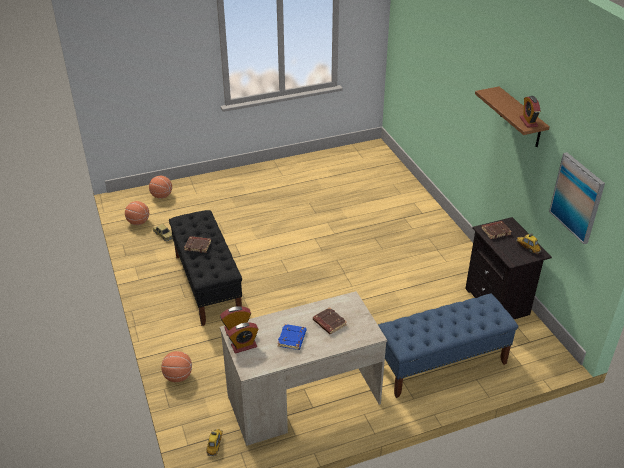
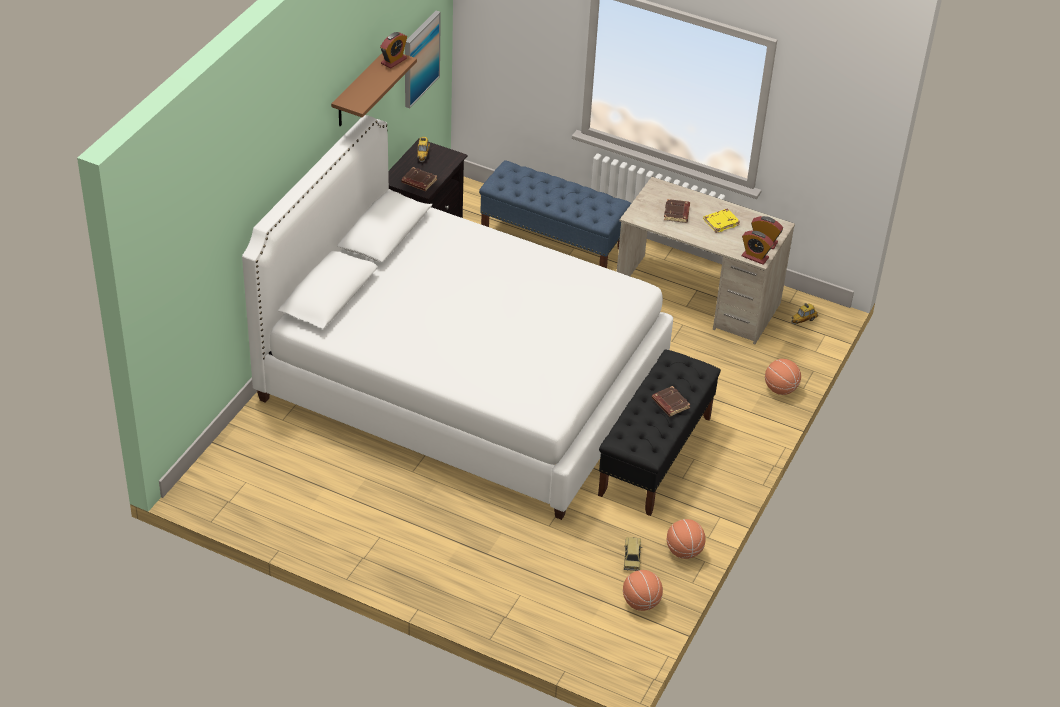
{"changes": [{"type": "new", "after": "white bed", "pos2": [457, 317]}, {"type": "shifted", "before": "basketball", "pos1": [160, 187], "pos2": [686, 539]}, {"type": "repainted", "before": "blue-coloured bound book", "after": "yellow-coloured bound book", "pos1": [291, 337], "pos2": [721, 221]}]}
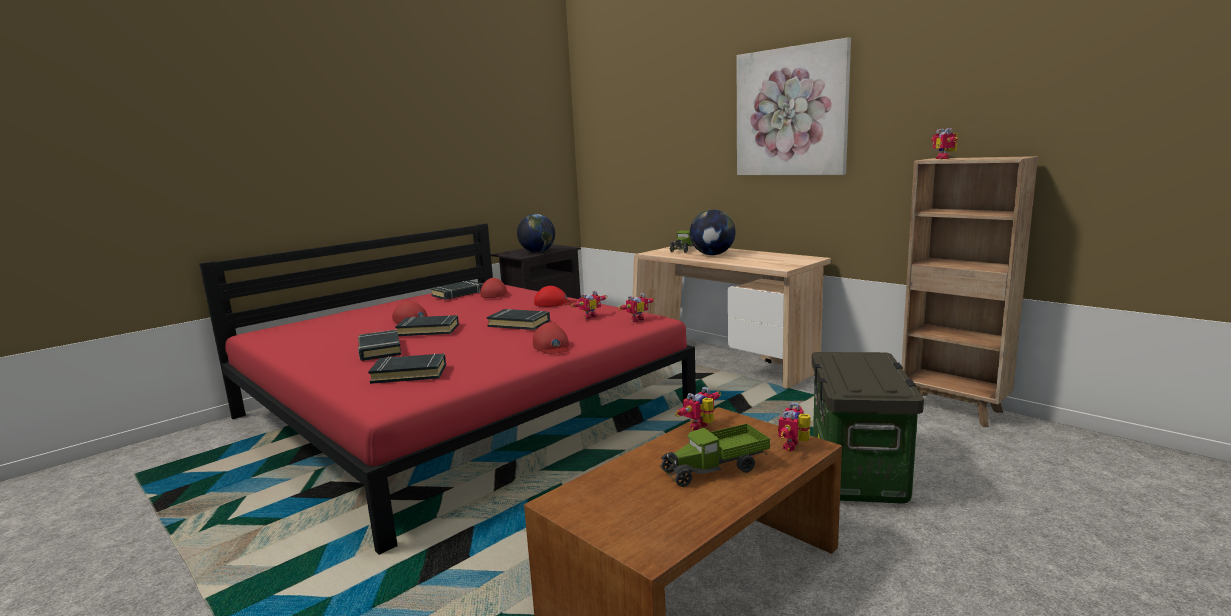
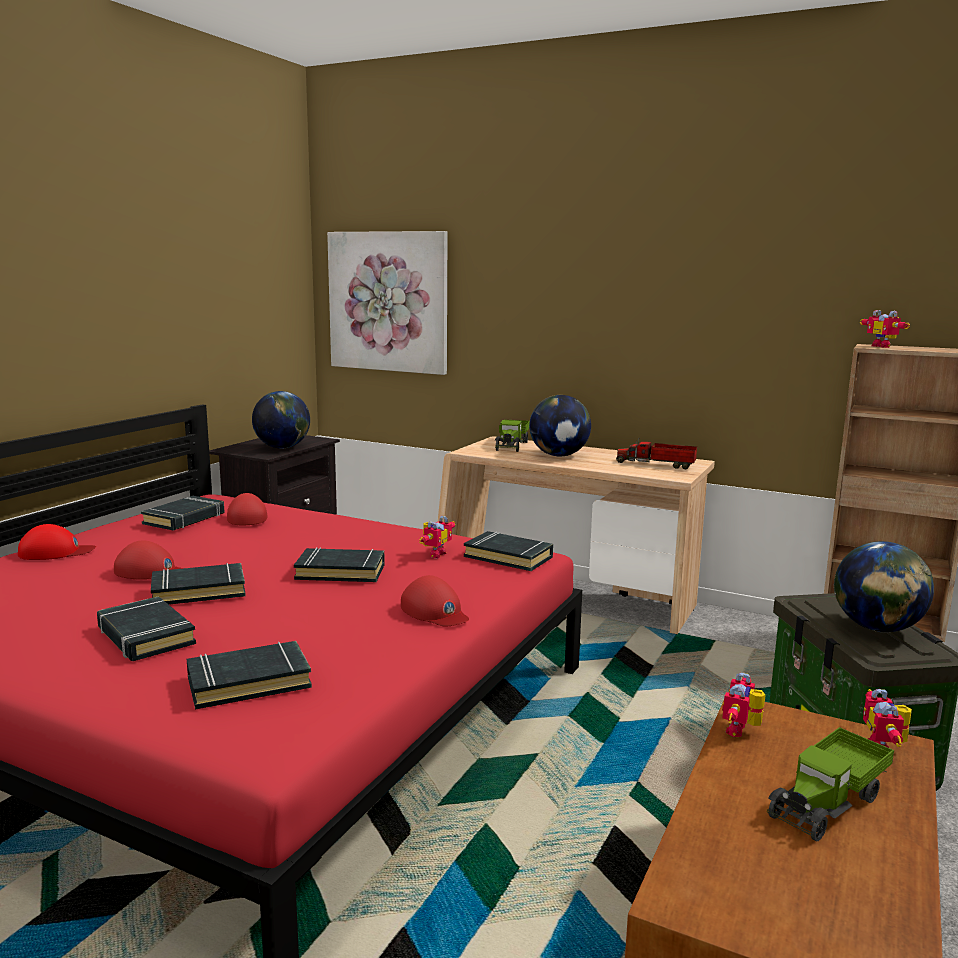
{"changes": [{"type": "shifted", "before": "red cap", "pos1": [555, 296], "pos2": [57, 542]}, {"type": "shifted", "before": "wall art", "pos1": [794, 106], "pos2": [387, 303]}, {"type": "swapped", "before": "toy robot", "after": "black-coloured bound book", "pos1": [636, 307], "pos2": [508, 551]}, {"type": "new", "after": "model truck", "pos2": [656, 454]}, {"type": "new", "after": "desk globe", "pos2": [884, 586]}]}
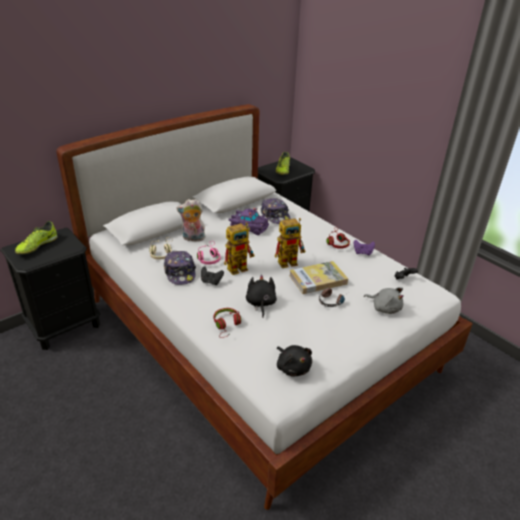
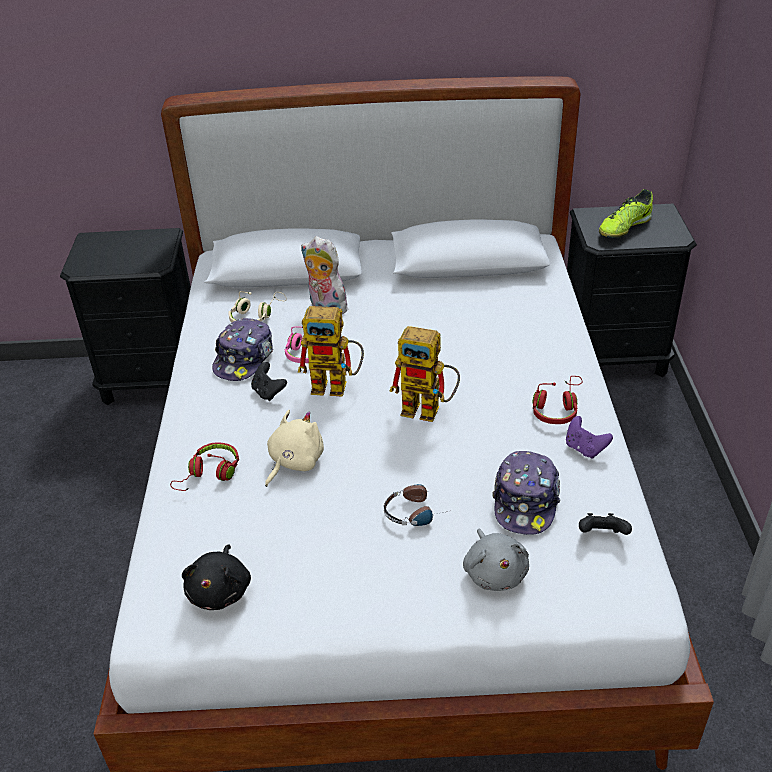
{"changes": [{"type": "repainted", "before": "black-coloured cuddly toy", "after": "sand-coloured cuddly toy", "pos1": [261, 296], "pos2": [294, 448]}, {"type": "shifted", "before": "cap", "pos1": [275, 211], "pos2": [526, 493]}, {"type": "gone", "before": "item of footwear", "pos1": [36, 238]}, {"type": "gone", "before": "purplish model car", "pos1": [249, 221]}, {"type": "gone", "before": "bound book", "pos1": [318, 277]}]}
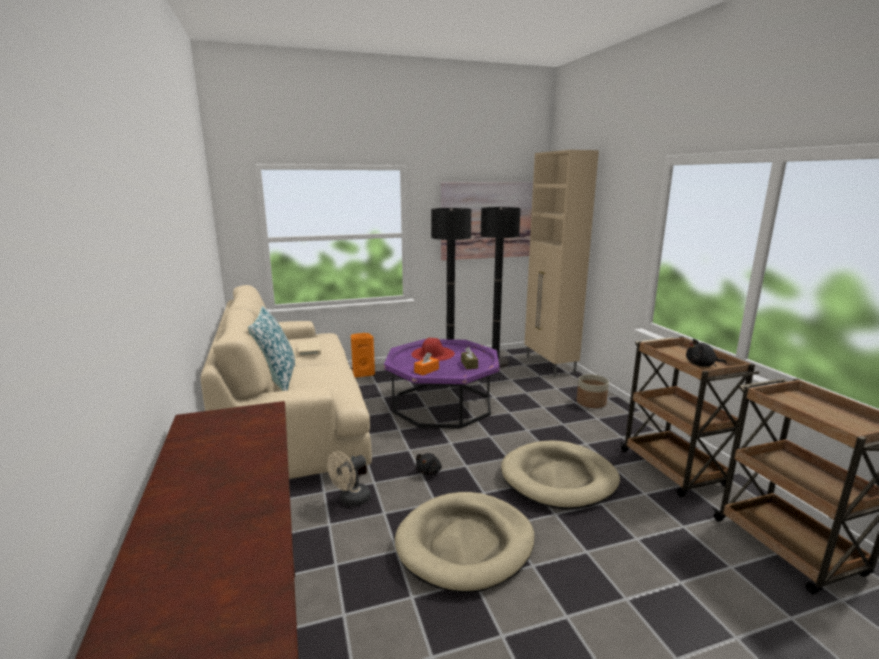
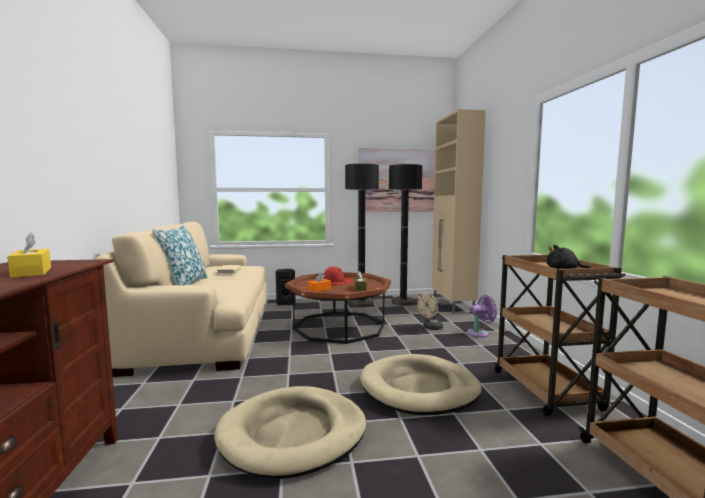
{"changes": [{"type": "new", "after": "yellow-coloured tissue holder", "pos2": [29, 255]}, {"type": "repainted", "before": "orangey loudspeaker", "after": "black-coloured loudspeaker", "pos1": [363, 355], "pos2": [286, 287]}, {"type": "repainted", "before": "purplish coffee table", "after": "brownish coffee table", "pos1": [441, 383], "pos2": [338, 308]}, {"type": "shifted", "before": "sand-coloured electric fan", "pos1": [348, 479], "pos2": [430, 311]}, {"type": "swapped", "before": "flower pot", "after": "purplish electric fan", "pos1": [593, 391], "pos2": [482, 316]}, {"type": "gone", "before": "black-coloured cuddly toy", "pos1": [429, 464]}]}
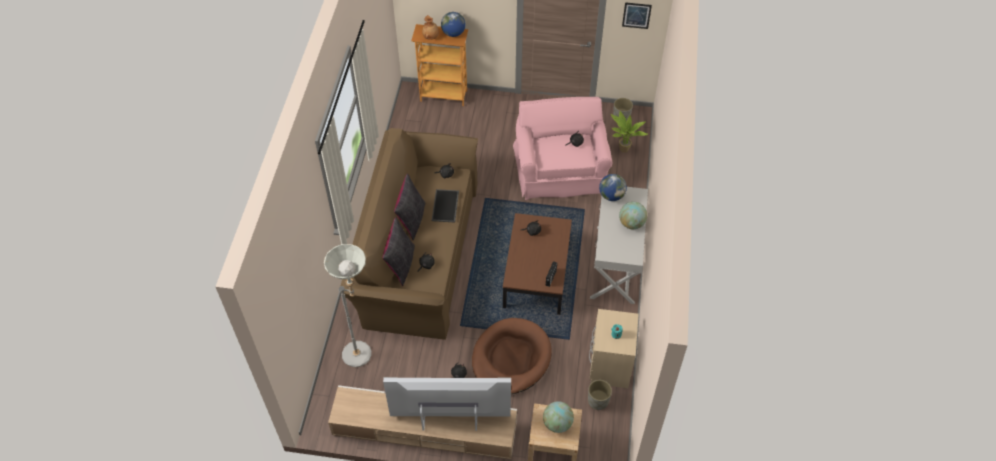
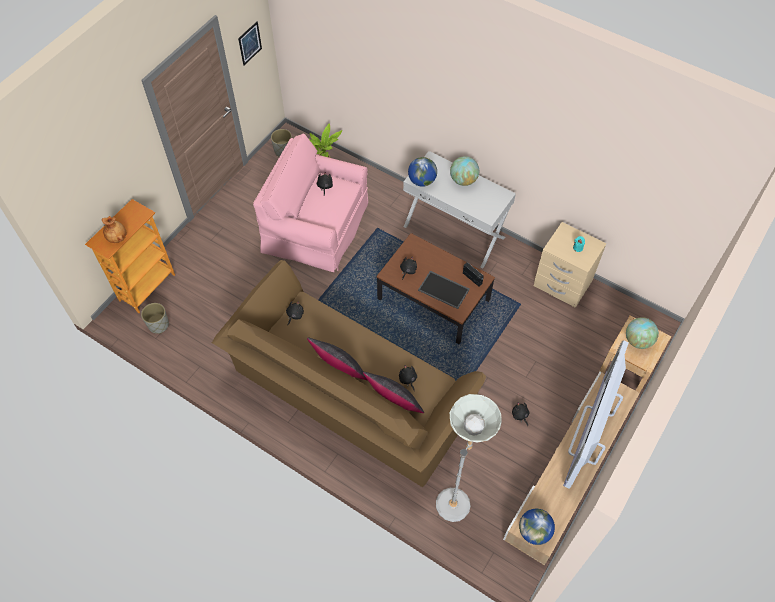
{"changes": [{"type": "shifted", "before": "greyish flower pot", "pos1": [600, 395], "pos2": [155, 318]}, {"type": "shifted", "before": "tray", "pos1": [445, 206], "pos2": [444, 290]}, {"type": "shifted", "before": "desk globe", "pos1": [453, 24], "pos2": [537, 527]}, {"type": "gone", "before": "brownish dog cushion", "pos1": [511, 356]}]}
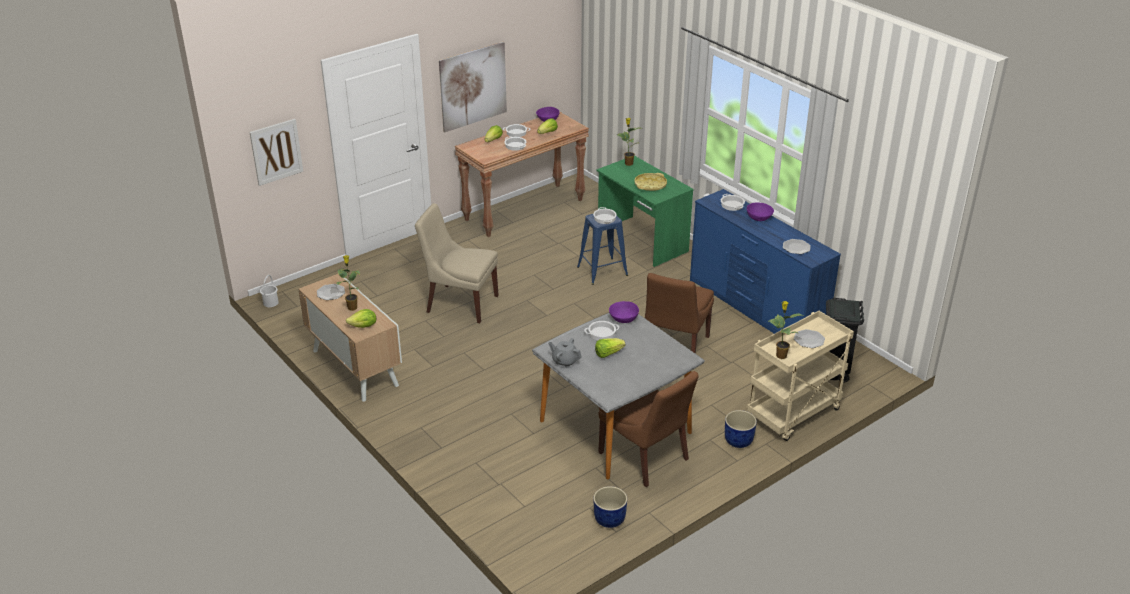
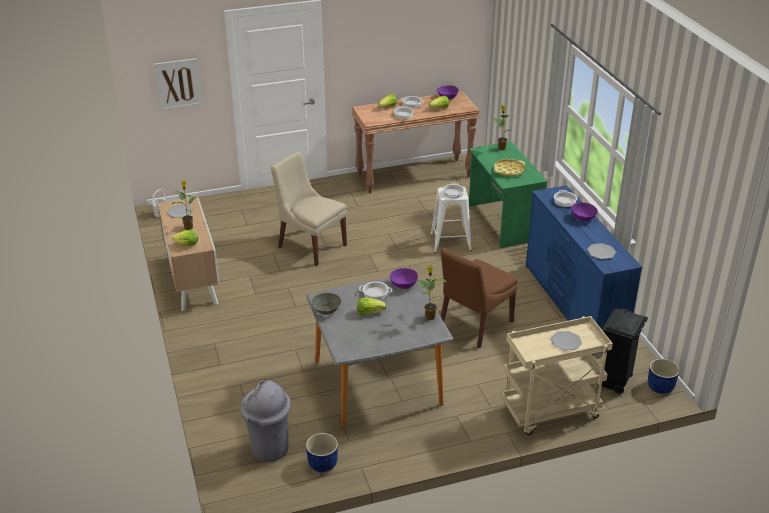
{"changes": [{"type": "new", "after": "greyish waste bin", "pos2": [265, 421]}, {"type": "swapped", "before": "greyish pot for tea", "after": "greyish serving bowl", "pos1": [565, 353], "pos2": [326, 304]}, {"type": "shifted", "before": "houseplant", "pos1": [786, 330], "pos2": [431, 292]}, {"type": "repainted", "before": "blue-coloured stool seat", "after": "white stool seat", "pos1": [602, 249], "pos2": [451, 220]}, {"type": "shifted", "before": "blue-coloured flower pot", "pos1": [741, 429], "pos2": [664, 376]}, {"type": "gone", "before": "wall art", "pos1": [473, 87]}, {"type": "gone", "before": "brownish plain chair", "pos1": [648, 429]}]}
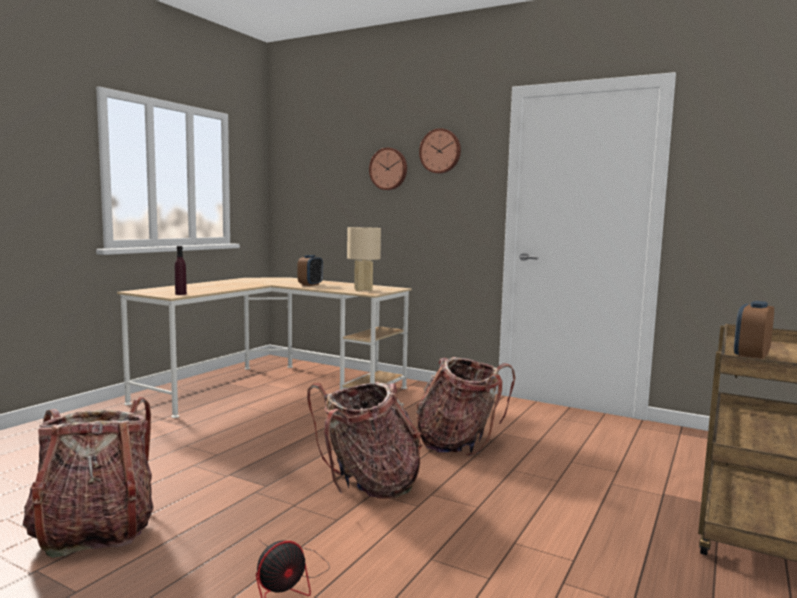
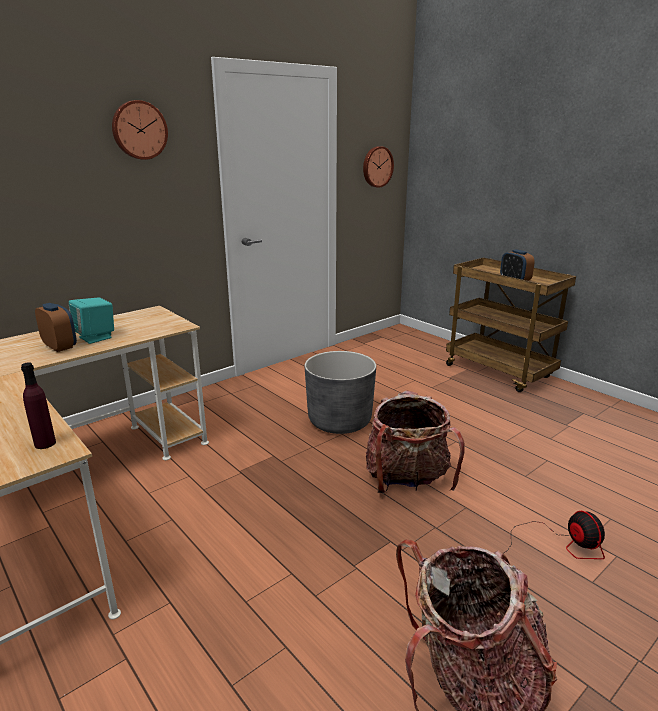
{"changes": [{"type": "new", "after": "blue-green loudspeaker", "pos2": [91, 320]}, {"type": "swapped", "before": "knapsack", "after": "greyish flower pot", "pos1": [466, 406], "pos2": [340, 392]}, {"type": "shifted", "before": "hanging clock", "pos1": [388, 169], "pos2": [378, 167]}, {"type": "gone", "before": "sand-coloured lamp for a table", "pos1": [364, 259]}]}
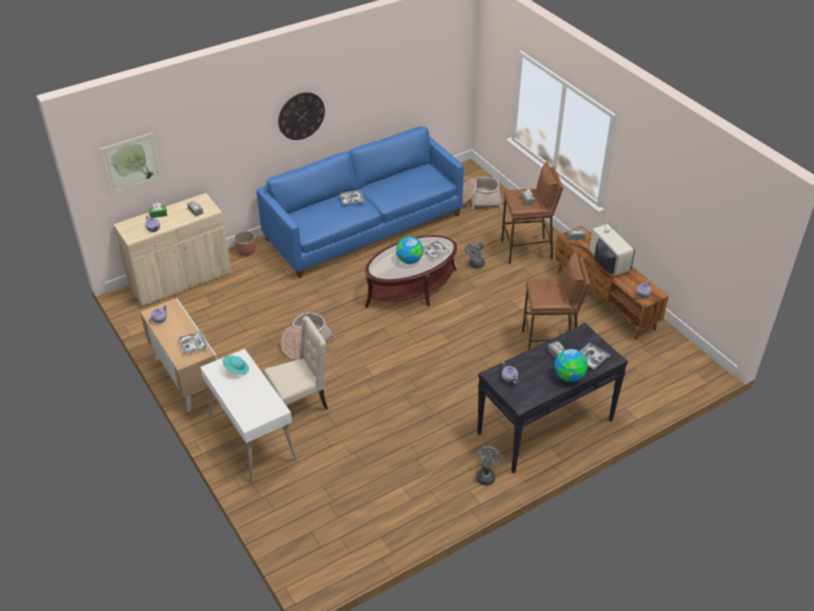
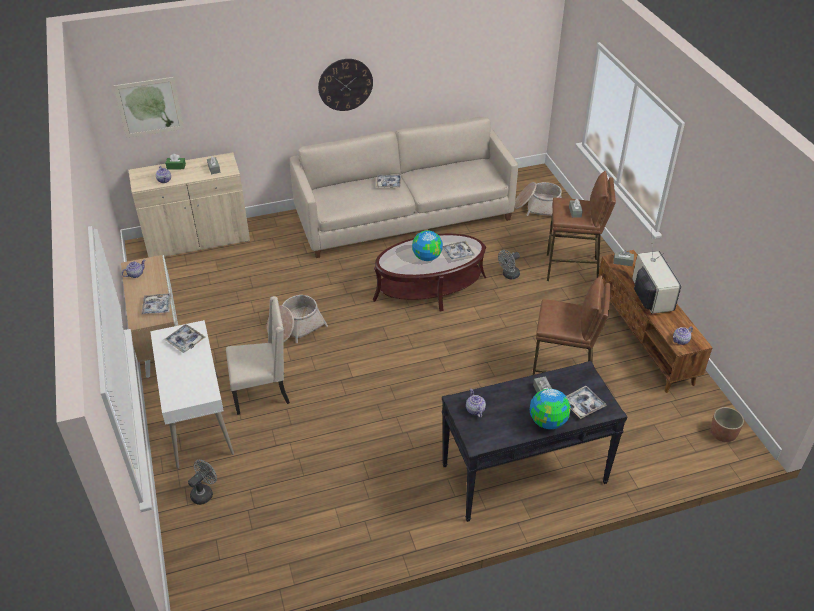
{"changes": [{"type": "swapped", "before": "blue-green wearable hat", "after": "tray", "pos1": [235, 365], "pos2": [184, 338]}, {"type": "shifted", "before": "greyish electric fan", "pos1": [489, 465], "pos2": [202, 482]}, {"type": "repainted", "before": "blue-coloured sofa", "after": "sand-coloured sofa", "pos1": [360, 202], "pos2": [404, 187]}, {"type": "shifted", "before": "flower pot", "pos1": [245, 243], "pos2": [727, 424]}]}
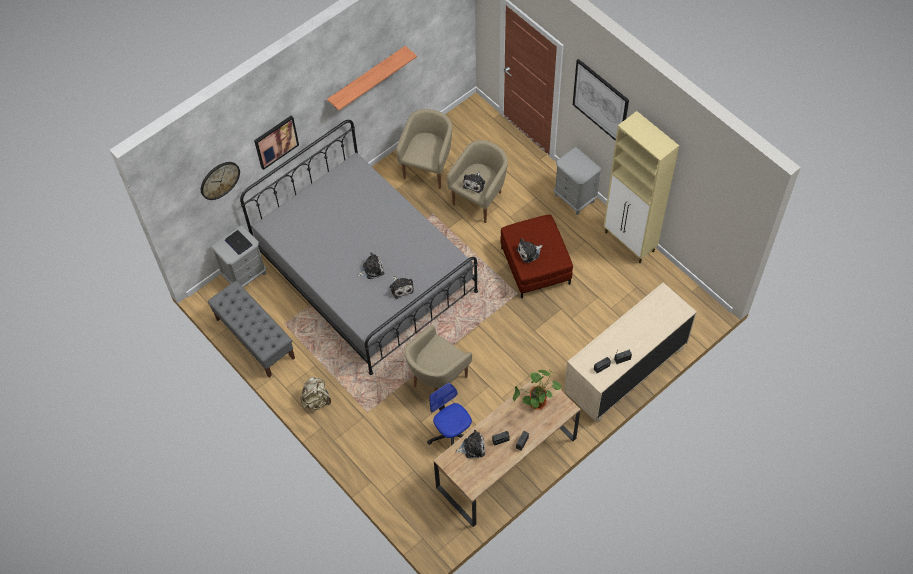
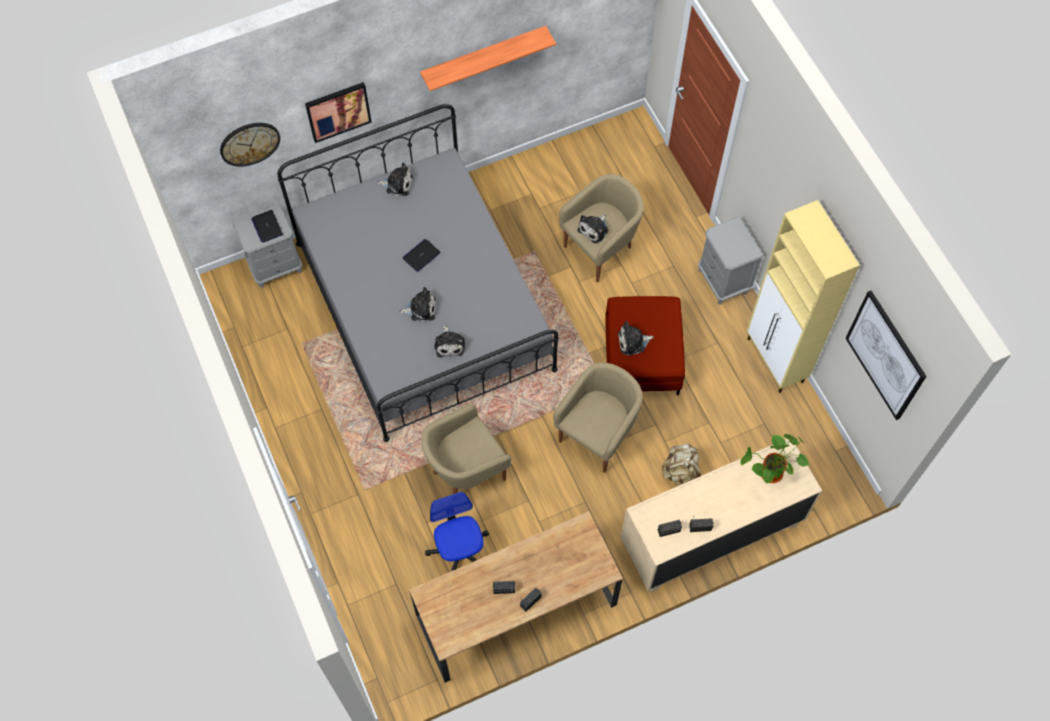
{"changes": [{"type": "shifted", "before": "cuddly toy", "pos1": [470, 444], "pos2": [395, 179]}, {"type": "new", "after": "notebook computer", "pos2": [422, 255]}, {"type": "shifted", "before": "sand-coloured armchair", "pos1": [424, 149], "pos2": [598, 418]}, {"type": "shifted", "before": "sand-coloured knapsack", "pos1": [315, 393], "pos2": [681, 464]}, {"type": "shifted", "before": "houseplant", "pos1": [537, 389], "pos2": [775, 458]}, {"type": "shifted", "before": "wall art", "pos1": [601, 100], "pos2": [886, 355]}, {"type": "gone", "before": "greyish indoor bench", "pos1": [251, 329]}]}
